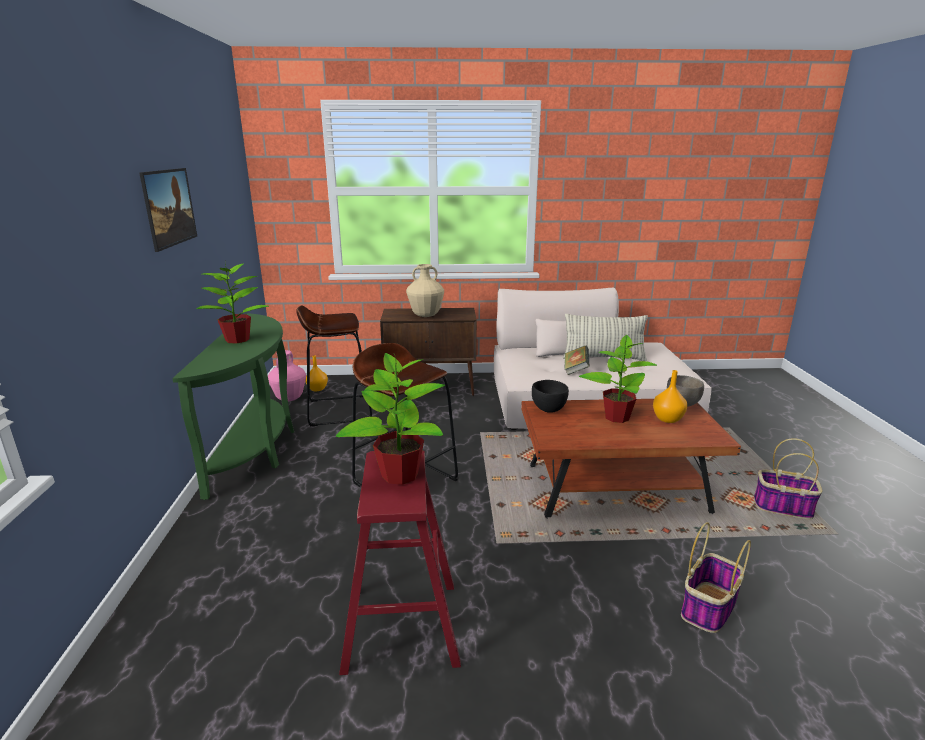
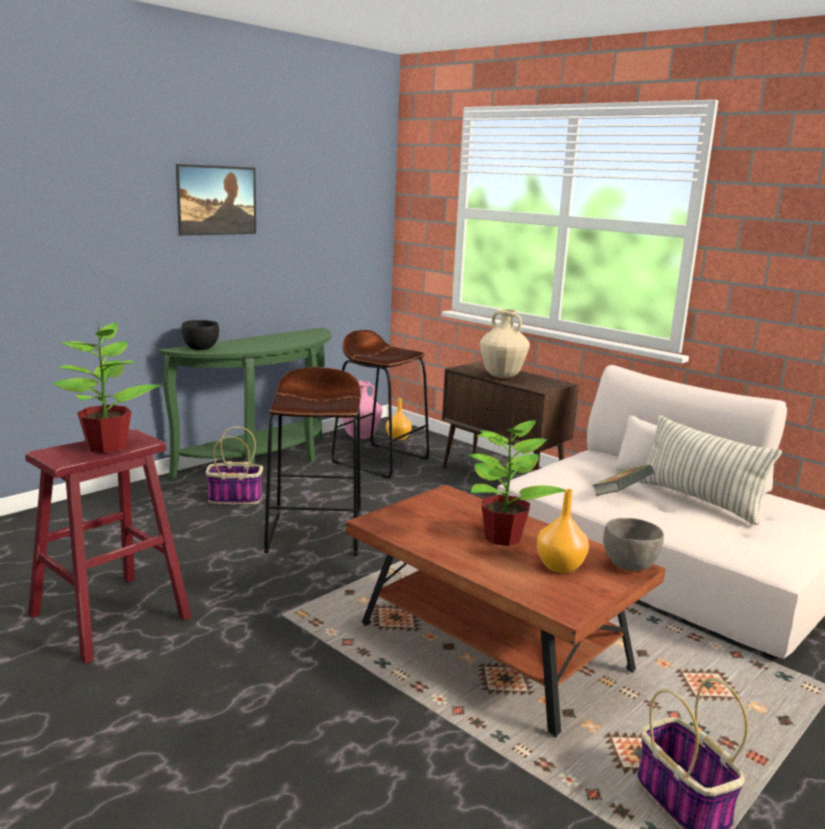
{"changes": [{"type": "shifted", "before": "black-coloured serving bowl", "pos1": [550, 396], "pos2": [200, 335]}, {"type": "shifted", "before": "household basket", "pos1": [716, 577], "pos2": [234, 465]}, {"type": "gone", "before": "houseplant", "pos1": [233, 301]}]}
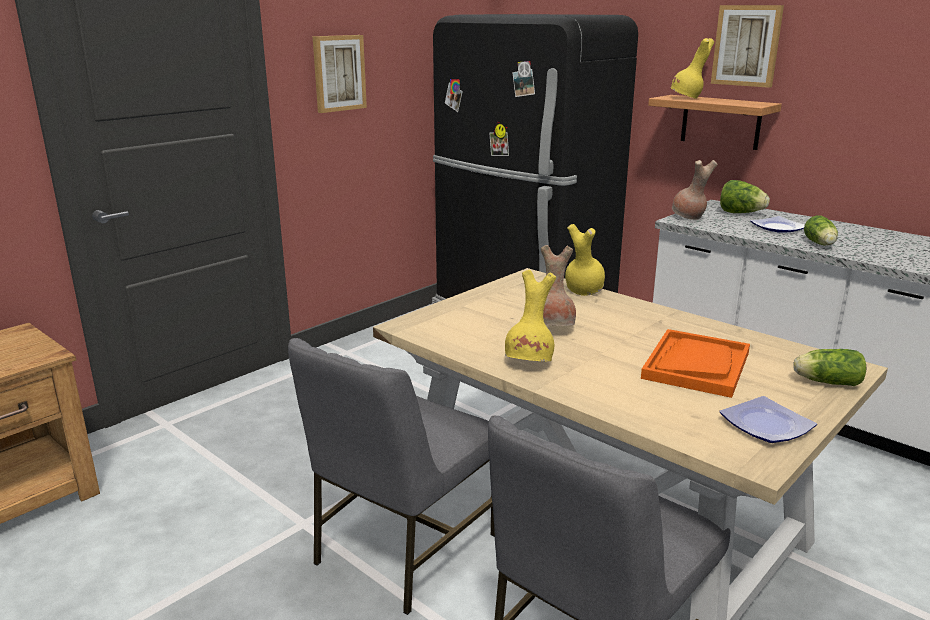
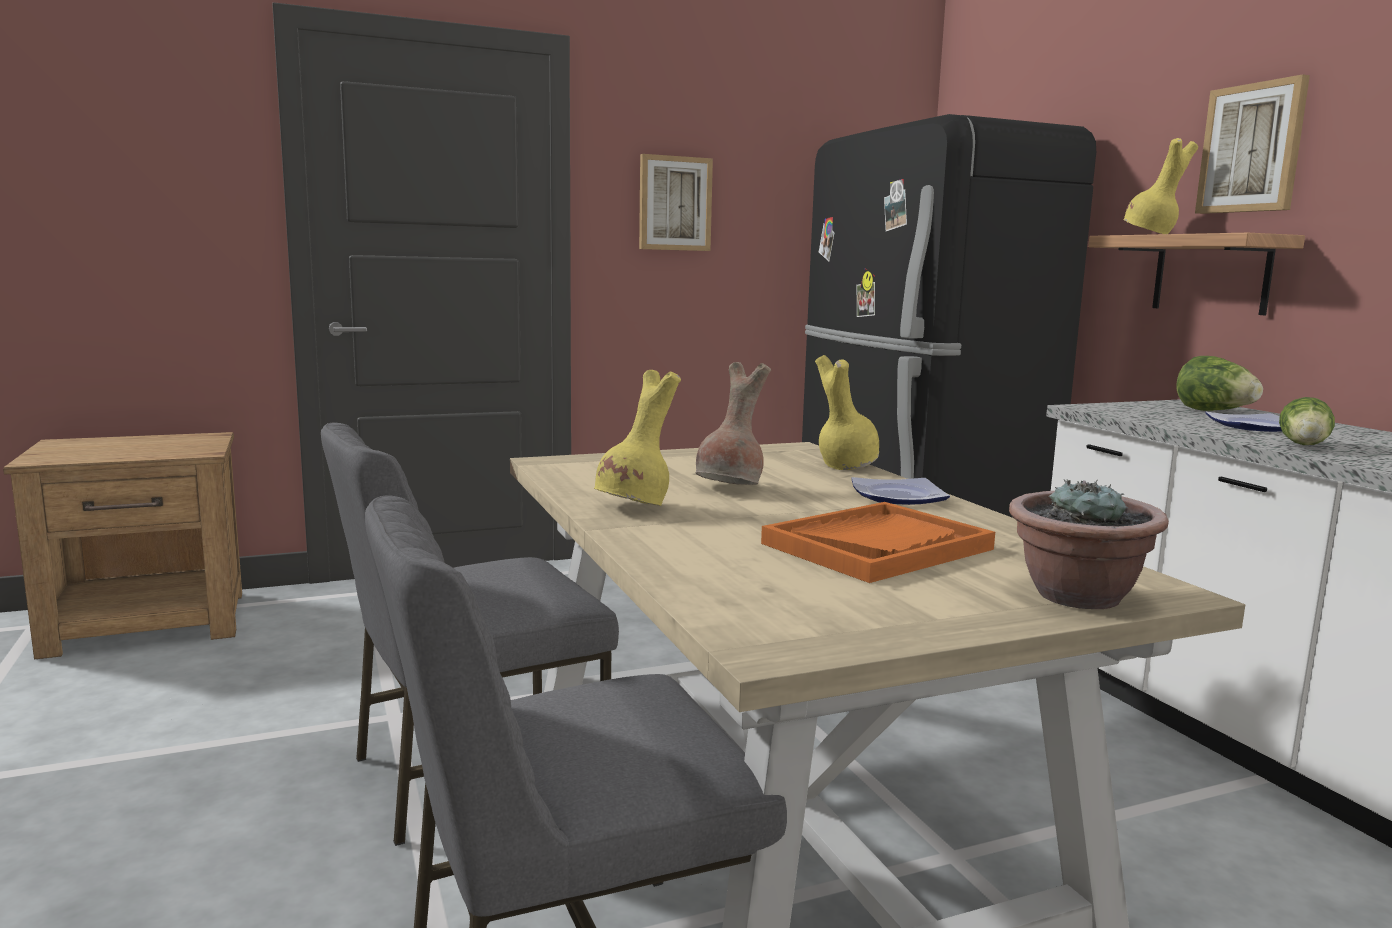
{"changes": [{"type": "shifted", "before": "dinner plate", "pos1": [768, 419], "pos2": [900, 491]}, {"type": "swapped", "before": "lettuce", "after": "houseplant", "pos1": [829, 367], "pos2": [1089, 544]}, {"type": "gone", "before": "brownish decorative vase", "pos1": [694, 190]}]}
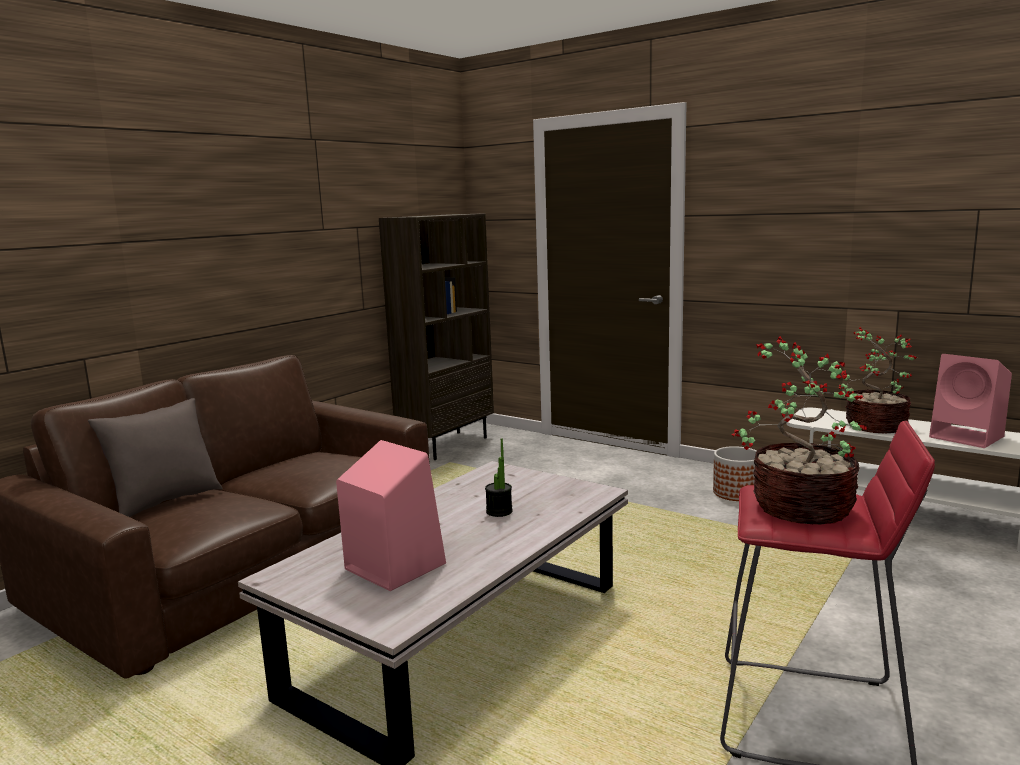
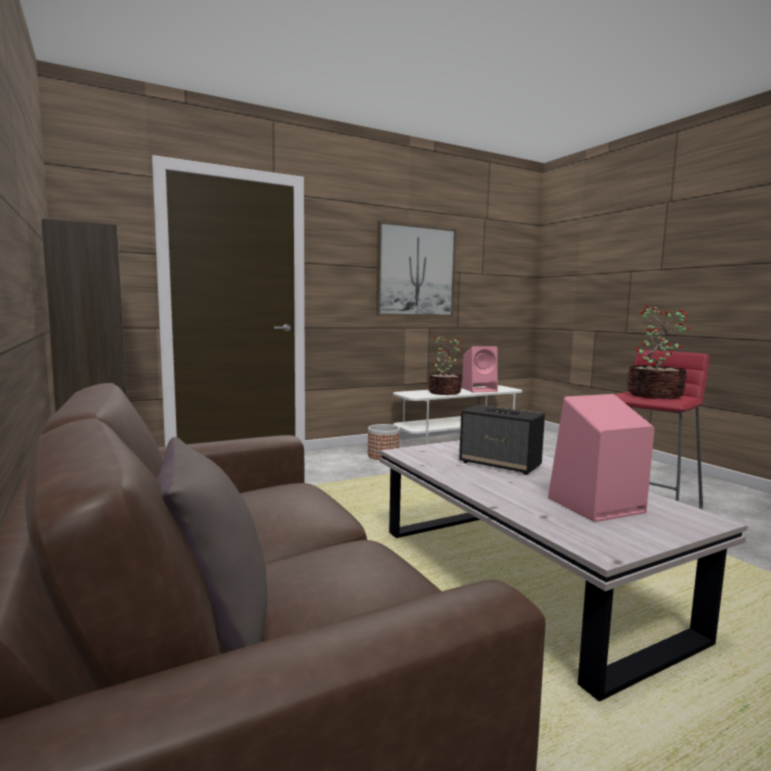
{"changes": [{"type": "new", "after": "wall art", "pos2": [416, 268]}, {"type": "swapped", "before": "houseplant", "after": "loudspeaker", "pos1": [499, 477], "pos2": [502, 440]}]}
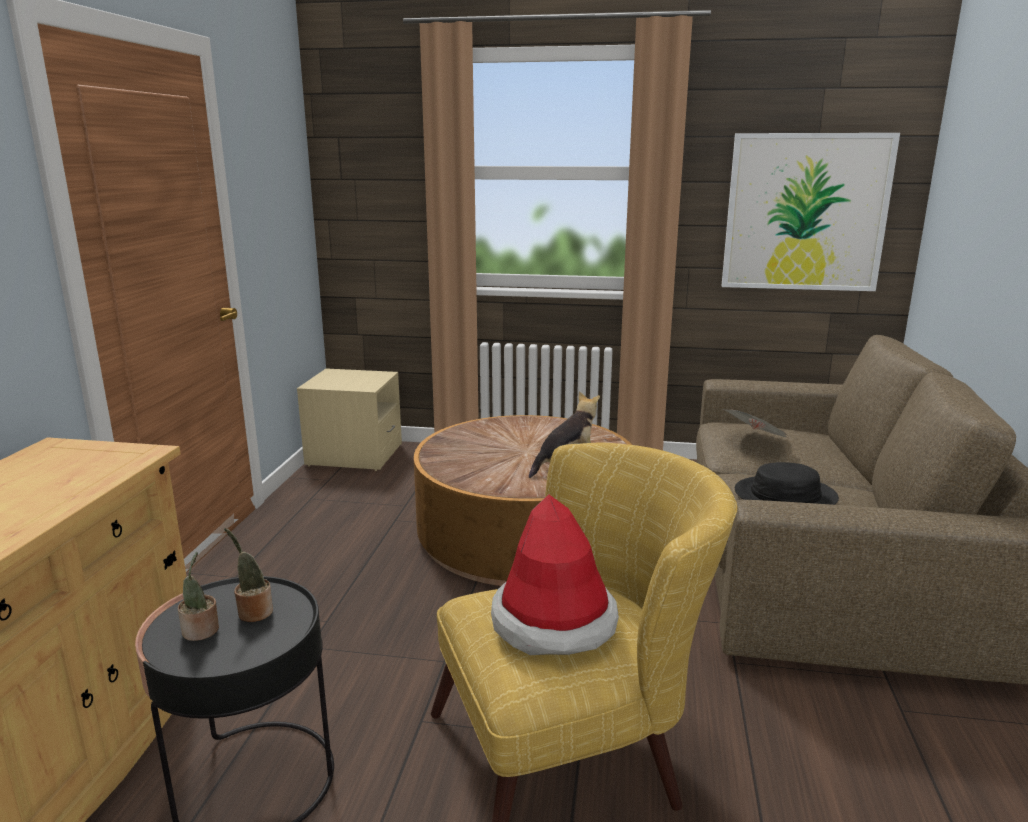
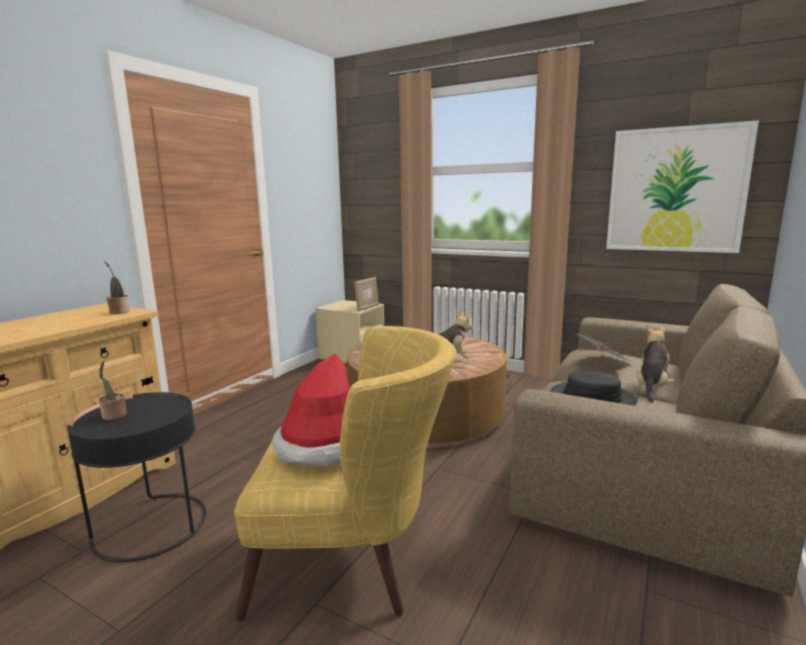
{"changes": [{"type": "shifted", "before": "houseplant", "pos1": [248, 575], "pos2": [117, 287]}, {"type": "new", "after": "standing frame", "pos2": [366, 294]}, {"type": "new", "after": "cuddly toy", "pos2": [655, 364]}]}
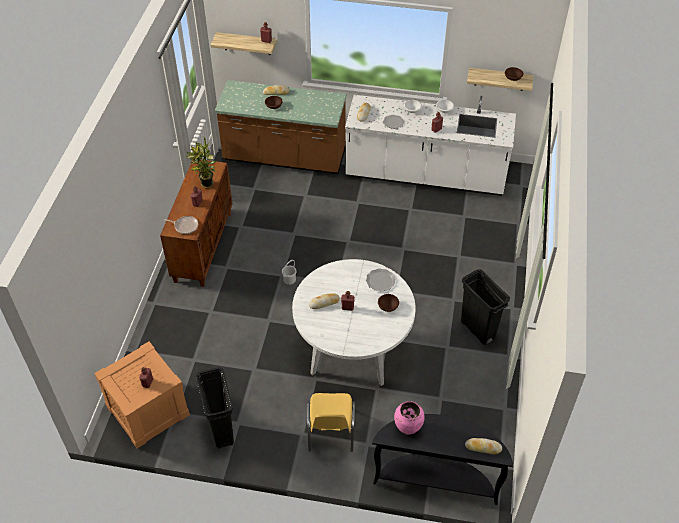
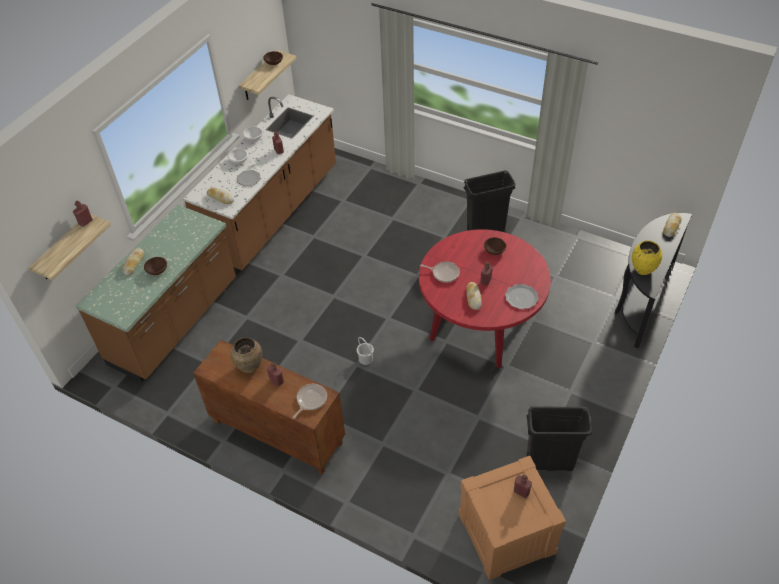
{"changes": [{"type": "repainted", "before": "white kitchen base unit", "after": "brownish kitchen base unit", "pos1": [430, 145], "pos2": [259, 184]}, {"type": "swapped", "before": "houseplant", "after": "brownish decorative vase", "pos1": [201, 162], "pos2": [246, 355]}, {"type": "repainted", "before": "white kitchen table", "after": "red kitchen table", "pos1": [354, 322], "pos2": [485, 298]}, {"type": "new", "after": "frying pan", "pos2": [440, 271]}, {"type": "shifted", "before": "dinner plate", "pos1": [381, 280], "pos2": [522, 296]}, {"type": "repainted", "before": "pink-coloured decorative vase", "after": "yellow-coloured decorative vase", "pos1": [409, 417], "pos2": [647, 257]}, {"type": "gone", "before": "yellow-coloured plain chair", "pos1": [331, 422]}]}
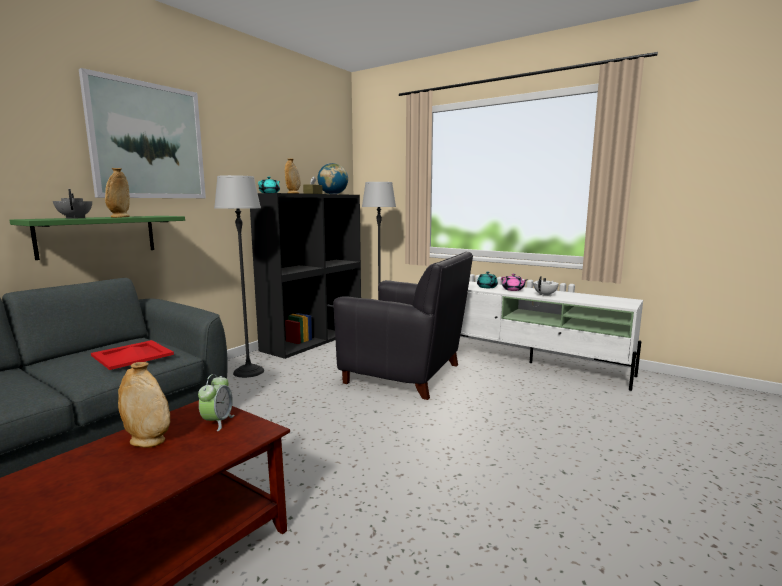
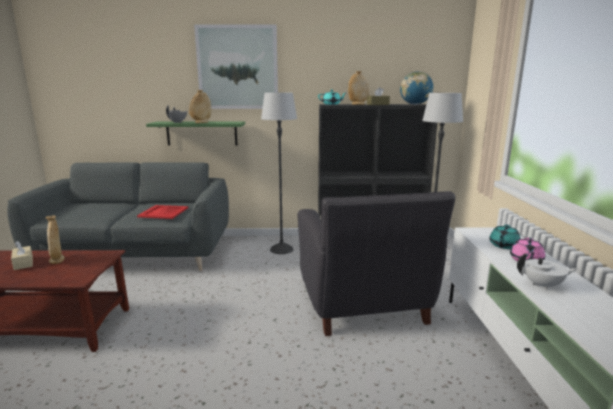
{"changes": [{"type": "new", "after": "sand-coloured tissue holder", "pos2": [22, 255]}, {"type": "gone", "before": "table clock", "pos1": [216, 402]}]}
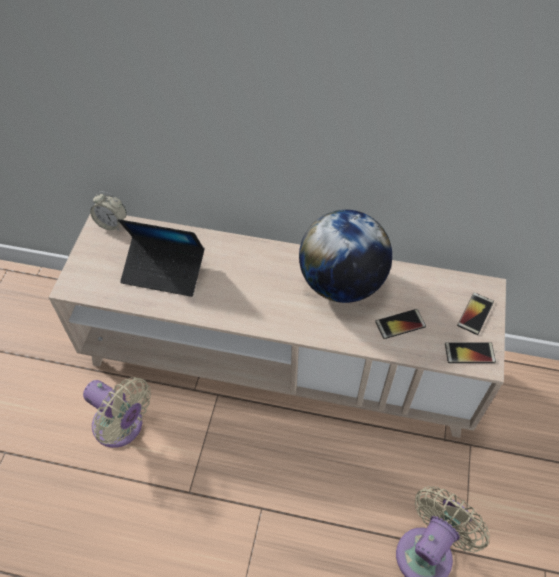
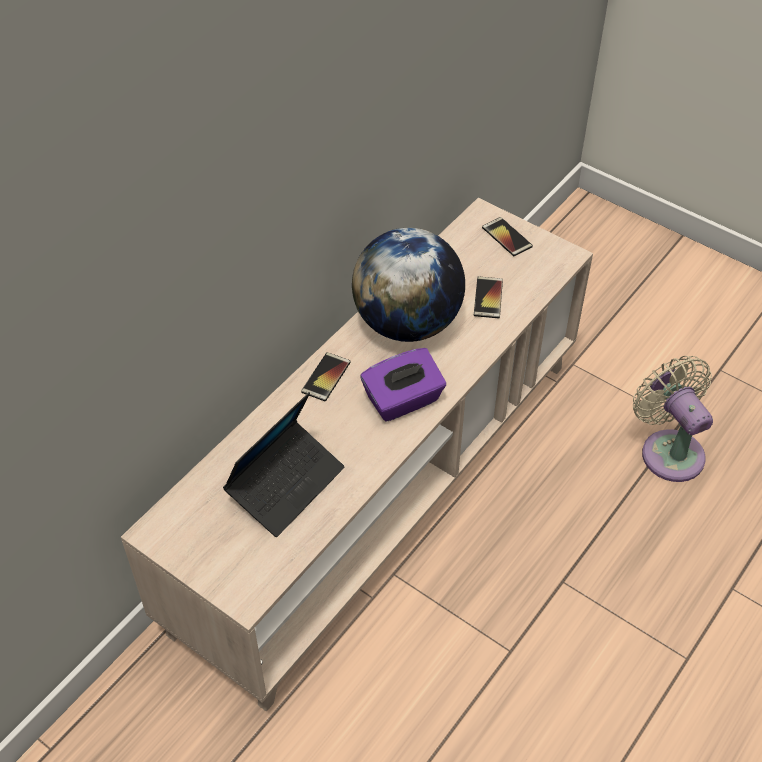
{"changes": [{"type": "shifted", "before": "handset", "pos1": [470, 352], "pos2": [326, 376]}, {"type": "new", "after": "purplish tissue holder", "pos2": [403, 385]}, {"type": "gone", "before": "sand-coloured electric fan", "pos1": [117, 412]}, {"type": "gone", "before": "table clock", "pos1": [108, 211]}]}
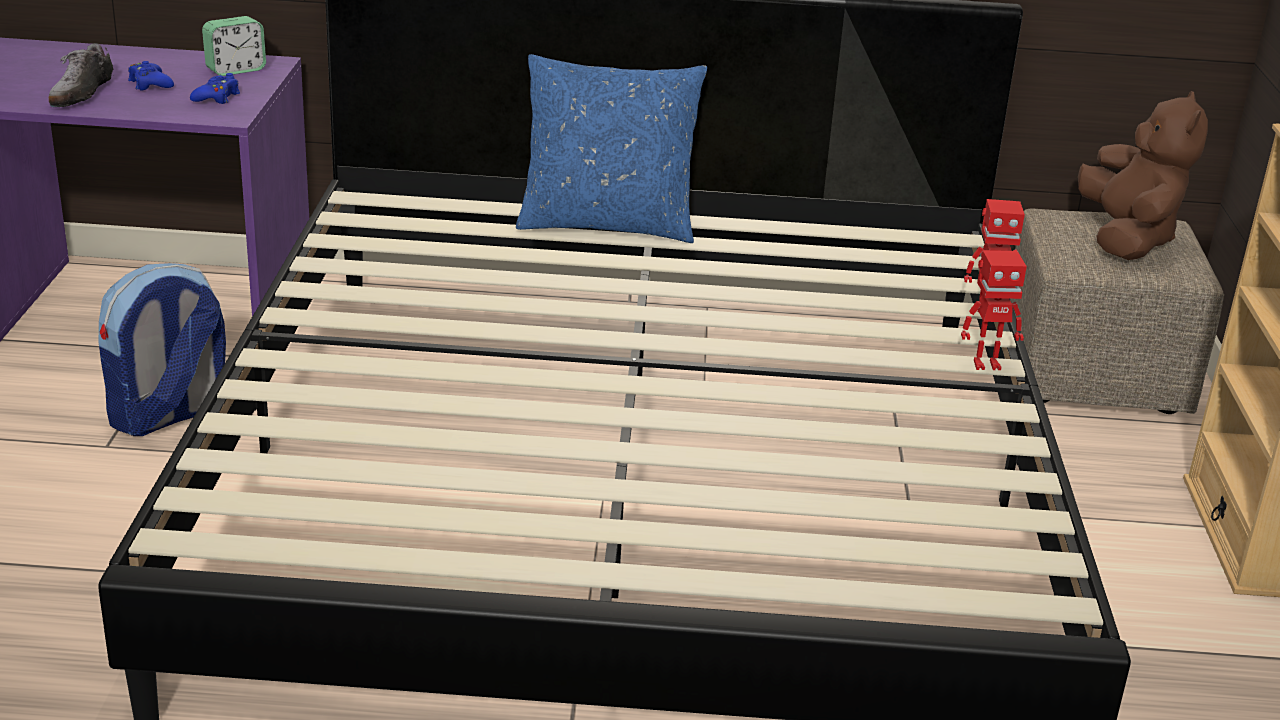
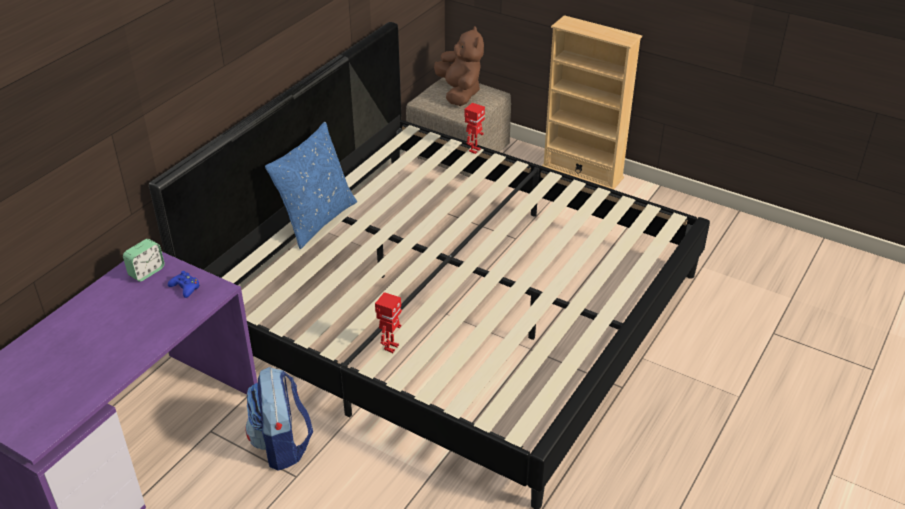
{"changes": [{"type": "rotated", "before": "table clock", "pos1": [234, 46], "pos2": [144, 260], "turn": 45}, {"type": "shifted", "before": "toy robot", "pos1": [994, 310], "pos2": [388, 322]}, {"type": "rotated", "before": "brownish cuddly toy", "pos1": [1143, 175], "pos2": [459, 66], "turn": 45}, {"type": "gone", "before": "item of footwear", "pos1": [81, 75]}, {"type": "gone", "before": "blue-coloured joypad", "pos1": [151, 76]}]}
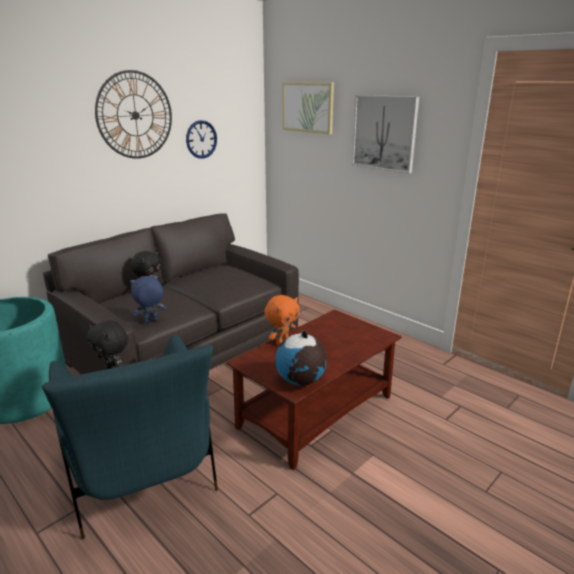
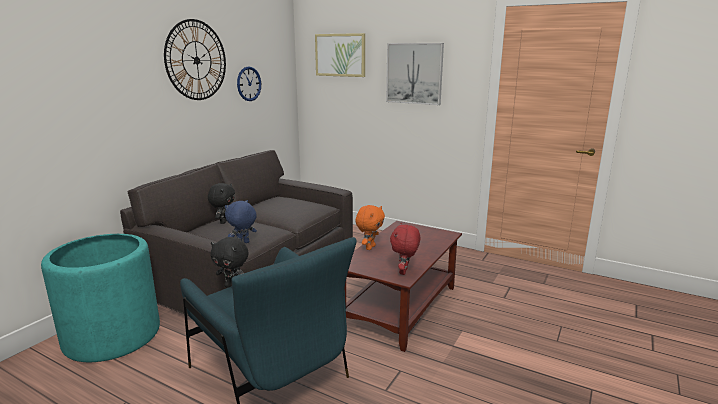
{"changes": [{"type": "swapped", "before": "desk globe", "after": "red cuddly toy", "pos1": [301, 358], "pos2": [405, 249]}]}
